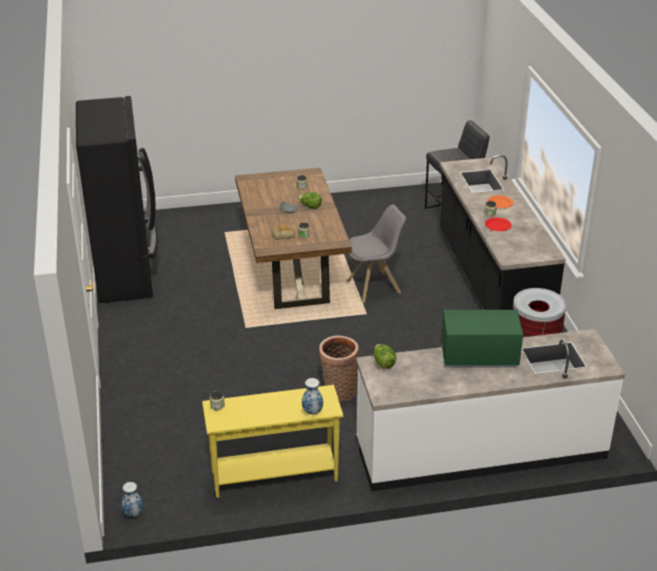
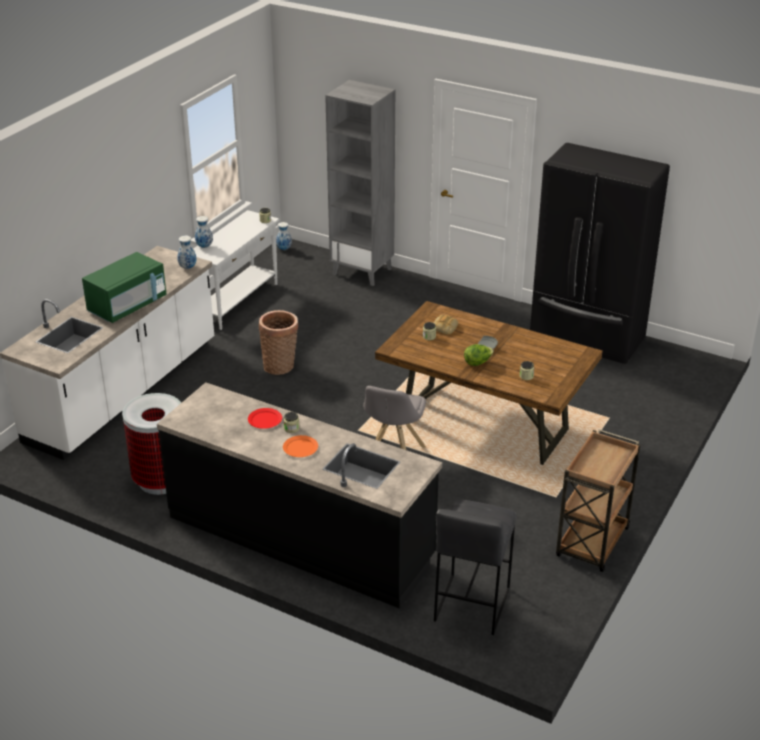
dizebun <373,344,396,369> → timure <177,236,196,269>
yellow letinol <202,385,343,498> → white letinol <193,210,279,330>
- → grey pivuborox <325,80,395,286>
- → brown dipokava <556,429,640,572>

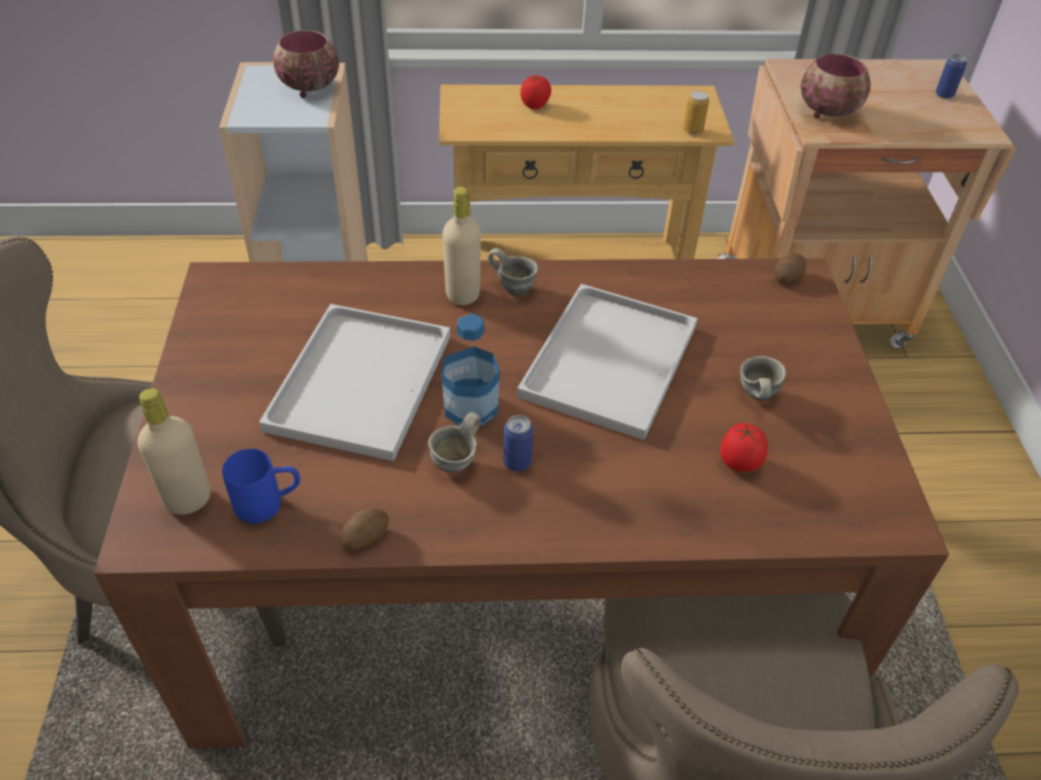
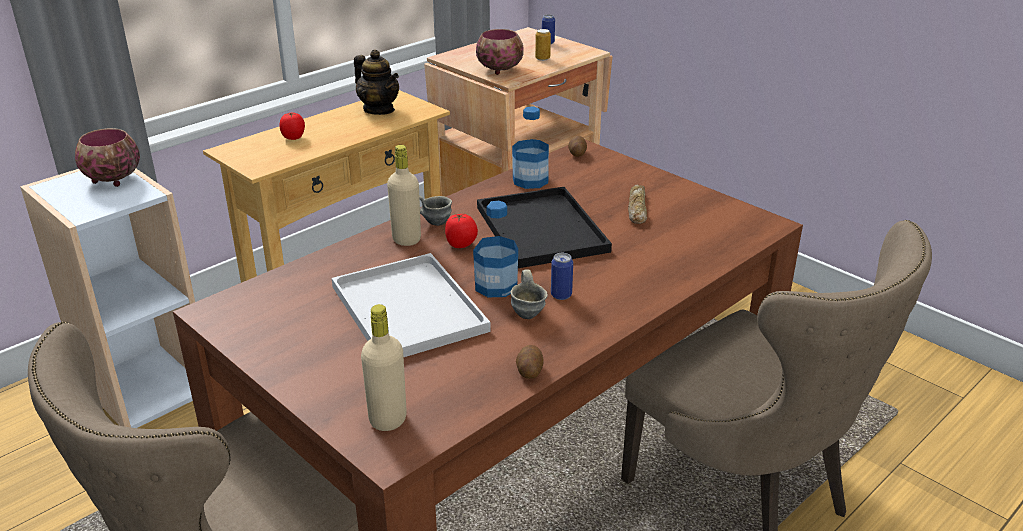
- → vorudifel <354,49,399,115>
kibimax <720,423,768,472> → kibimax <445,214,478,248>, shifted
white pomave <517,284,697,440> → black pomave <477,187,612,268>
- → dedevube <512,106,549,189>
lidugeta <683,91,709,135> → lidugeta <535,29,551,61>, shifted
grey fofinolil <740,356,786,400> → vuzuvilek <628,184,647,224>
blue fofinolil <222,449,300,524> → -

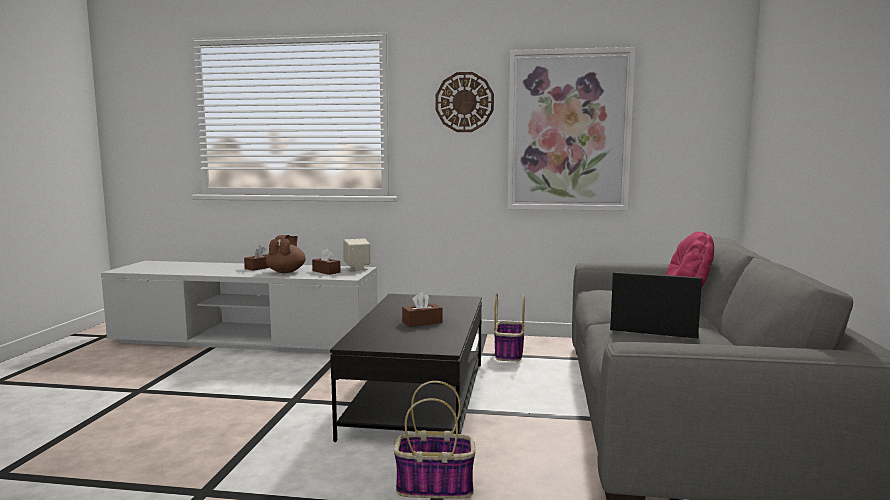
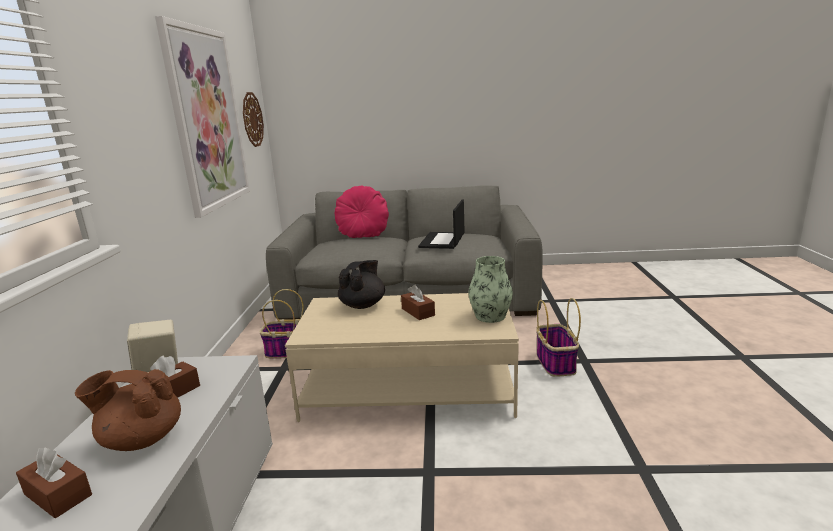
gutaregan <436,72,494,132> → gutaregan <243,92,264,147>, shifted
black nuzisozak <330,294,482,442> → beige nuzisozak <285,293,519,422>
- → black vorudifel <338,260,385,309>
- → timure <468,256,513,323>

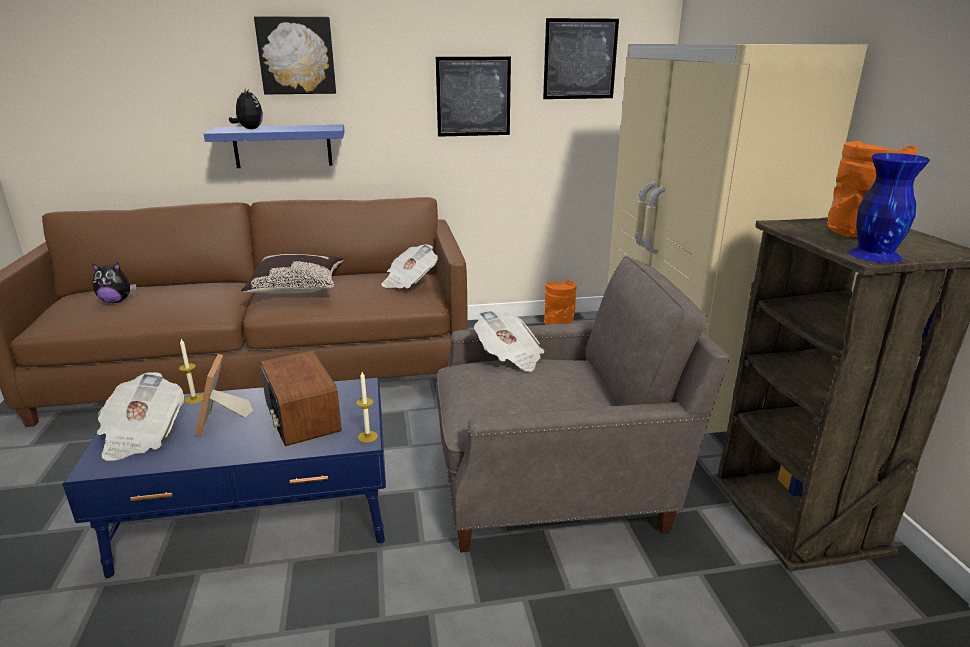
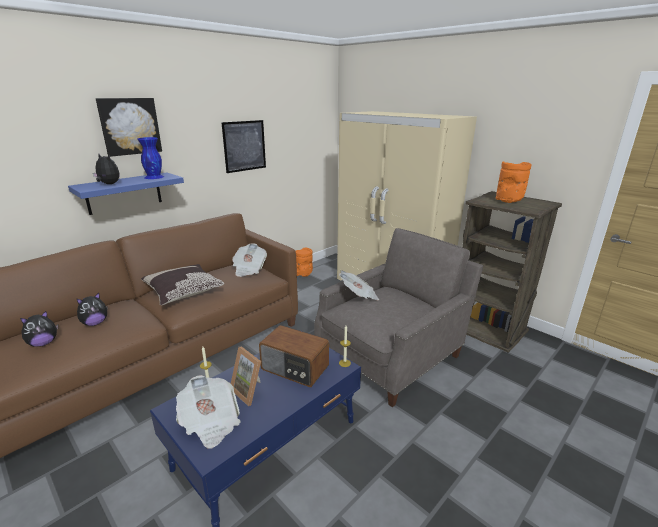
- → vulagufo <77,293,108,326>
blue timure <848,153,930,263> → blue timure <137,137,164,179>, shifted
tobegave <543,18,619,99> → -

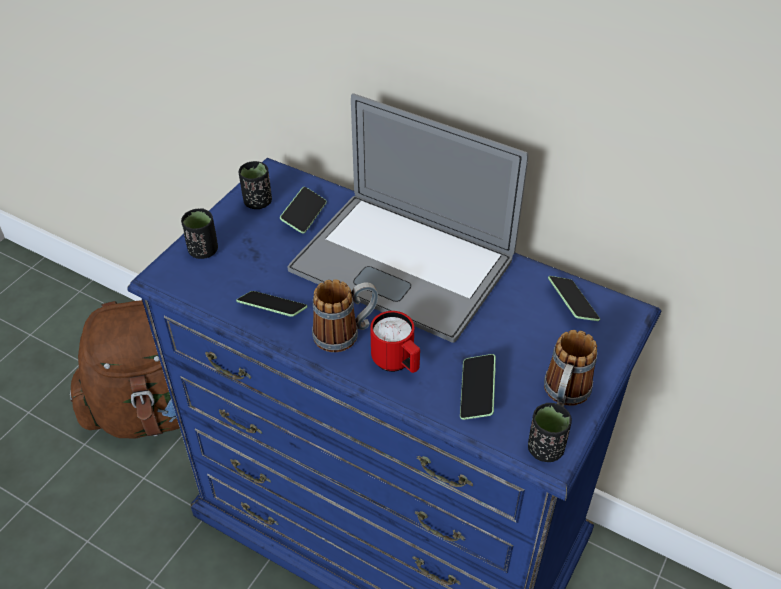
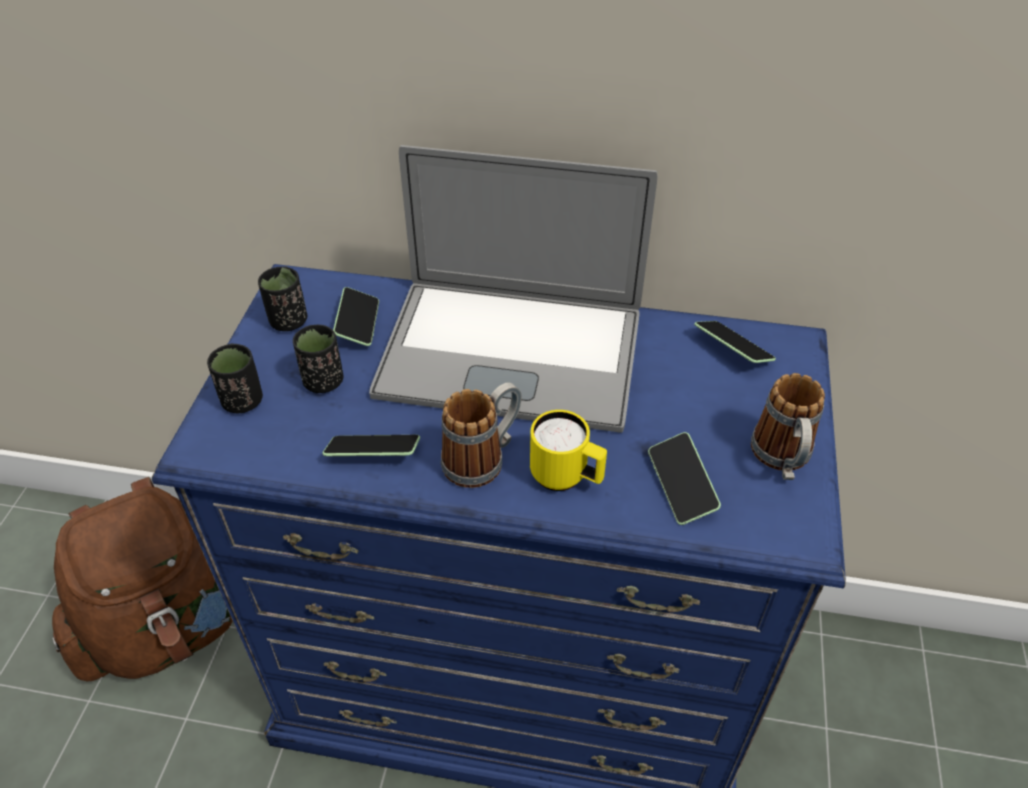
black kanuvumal <528,403,572,462> → black kanuvumal <293,325,343,393>, shifted
red fofinolil <370,311,420,373> → yellow fofinolil <530,410,607,491>

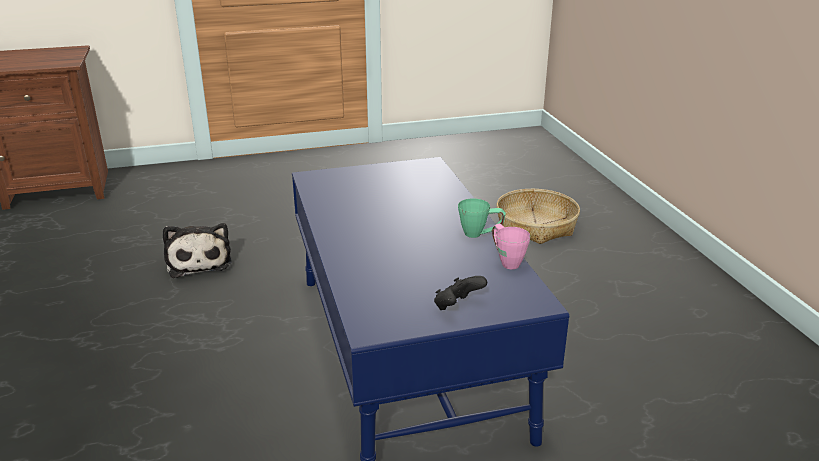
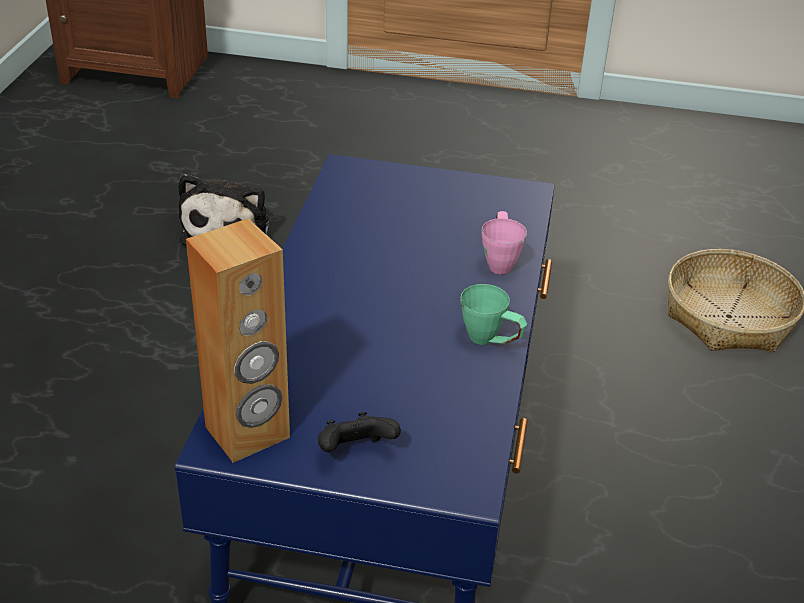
- → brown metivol <186,218,290,463>
pink fofinolil <492,224,530,269> → pink fofinolil <481,211,527,275>, shifted

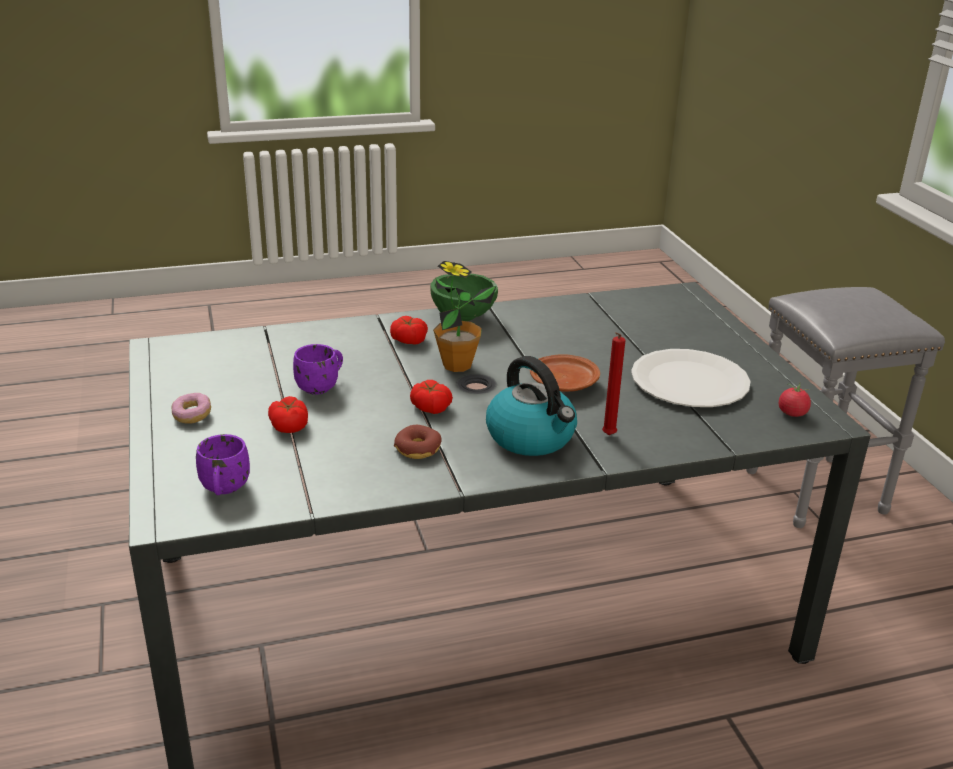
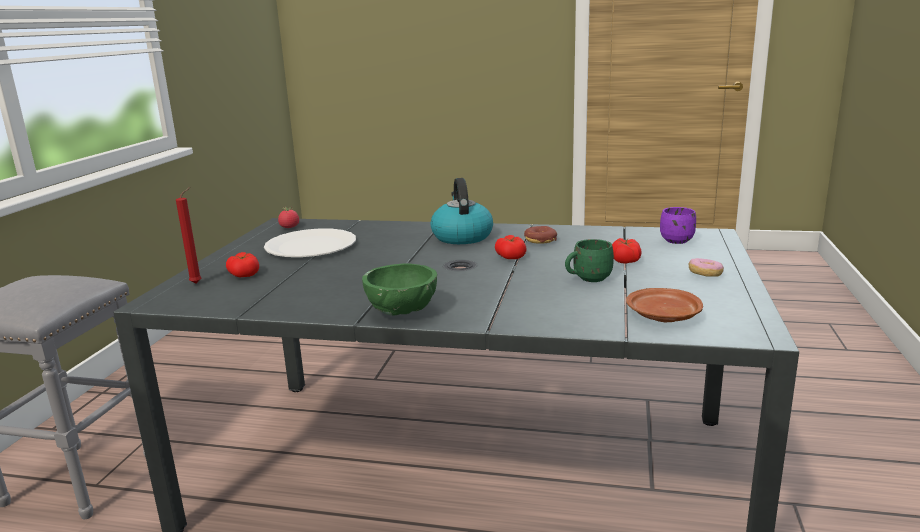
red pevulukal <602,332,625,435> → red pevulukal <176,187,202,284>, shifted
kibimax <390,316,428,345> → kibimax <226,252,259,277>, shifted
purple fofinolil <293,344,343,395> → green fofinolil <565,239,614,282>
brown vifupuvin <530,354,600,392> → brown vifupuvin <626,288,703,323>, shifted
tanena <433,261,497,372> → -

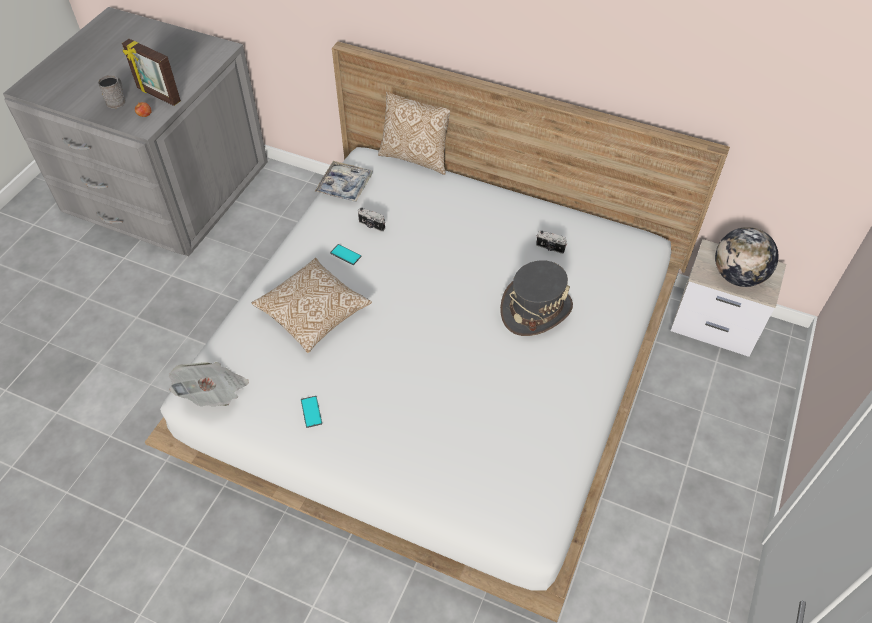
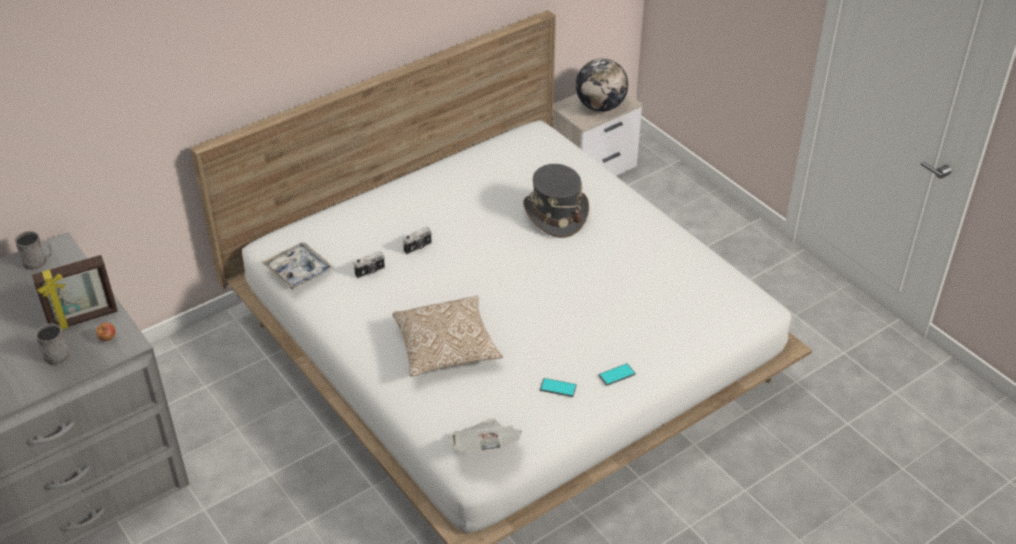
- → grey fofinolil <14,231,52,270>
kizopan <536,230,567,254> → kizopan <403,226,432,255>, shifted
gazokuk <330,244,362,265> → gazokuk <599,363,636,386>, shifted
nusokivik <378,91,450,175> → -

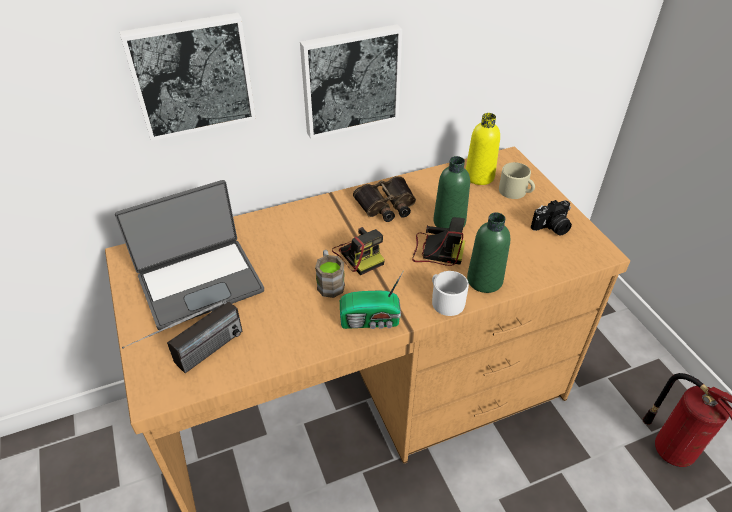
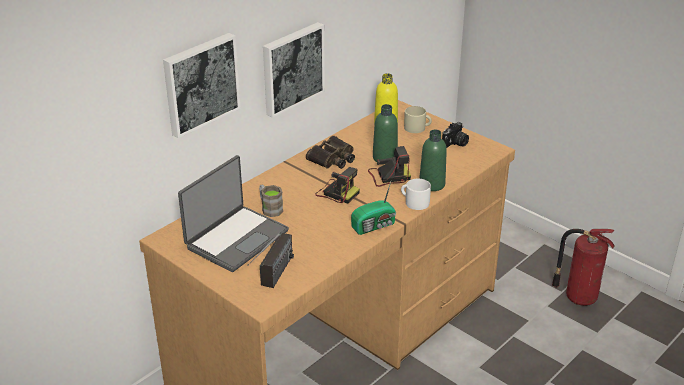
brown fofinolil <315,250,345,298> → brown fofinolil <259,185,283,217>, shifted

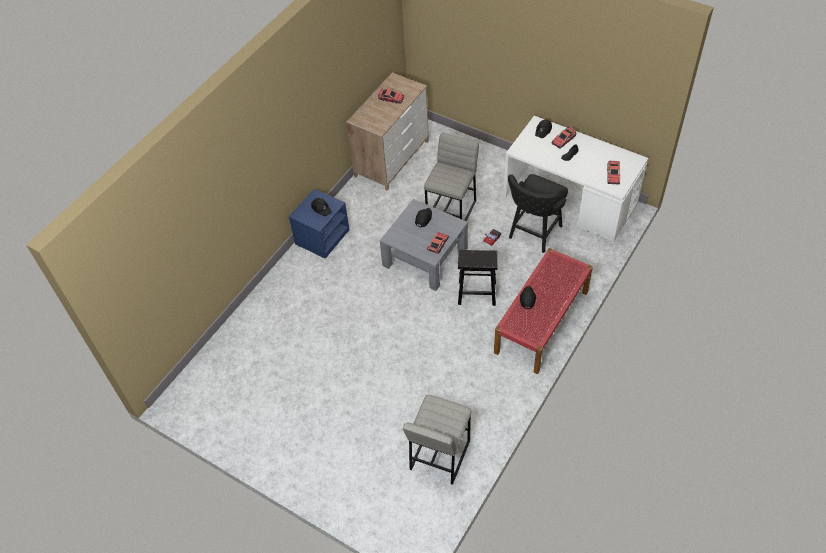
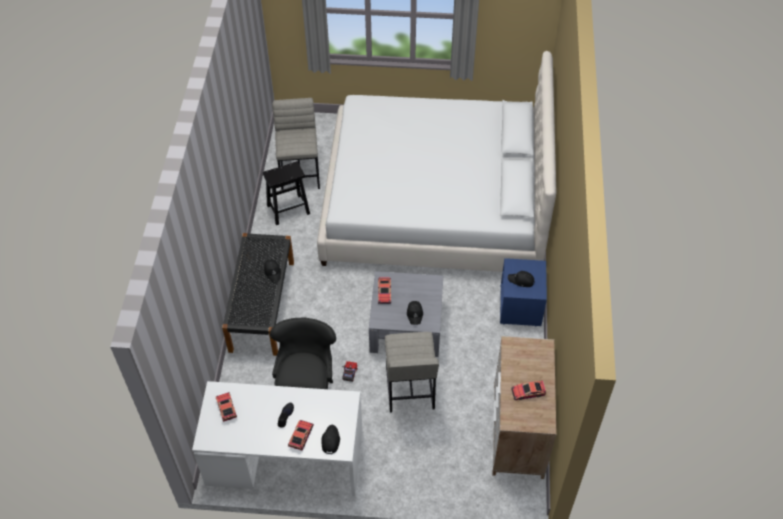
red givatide <494,248,593,375> → black givatide <222,233,294,356>
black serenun <458,250,498,306> → black serenun <263,161,310,225>, shifted
- → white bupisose <317,51,556,272>

